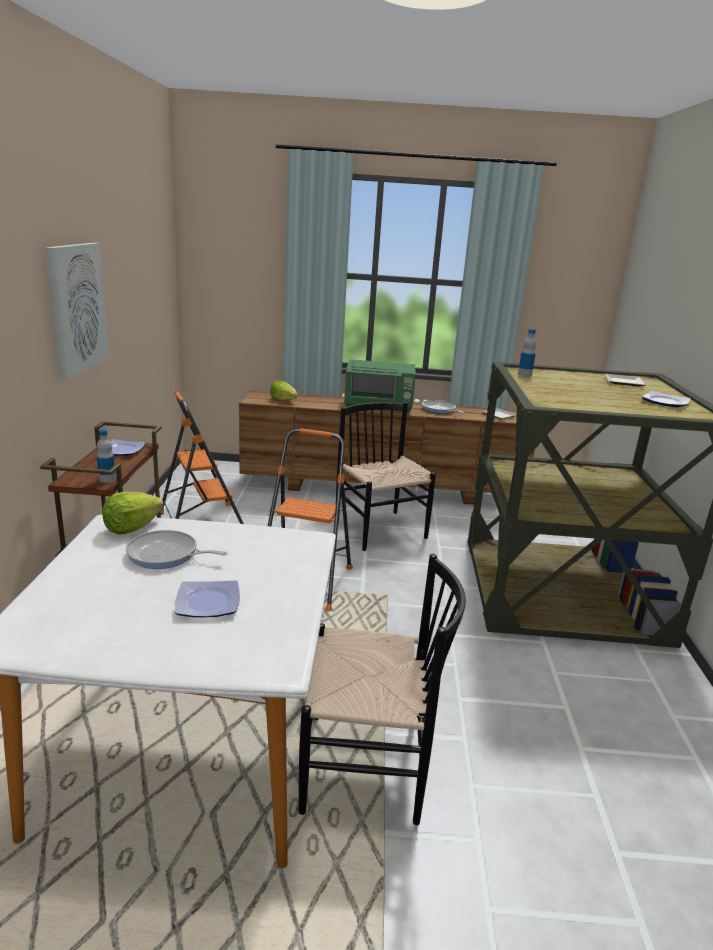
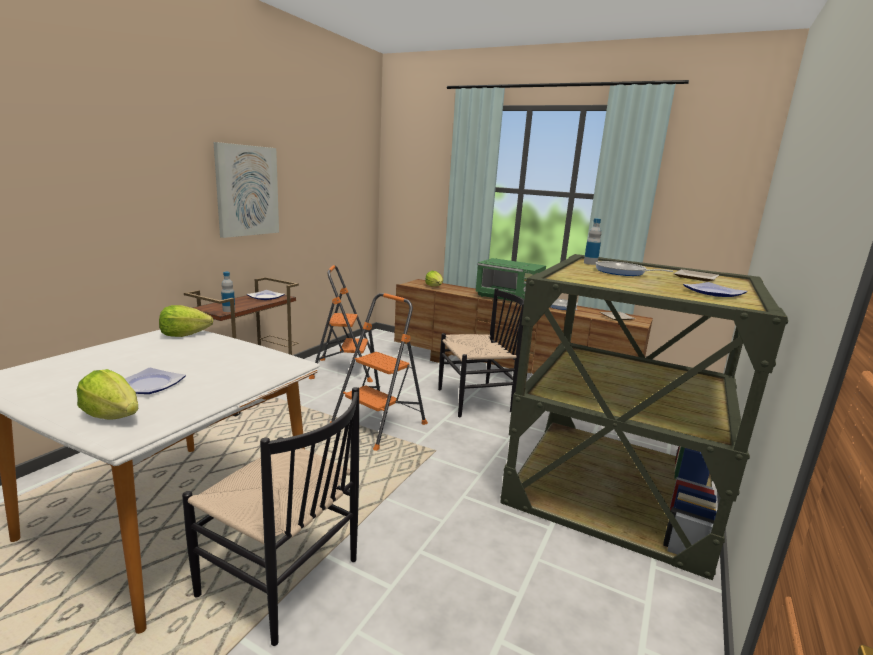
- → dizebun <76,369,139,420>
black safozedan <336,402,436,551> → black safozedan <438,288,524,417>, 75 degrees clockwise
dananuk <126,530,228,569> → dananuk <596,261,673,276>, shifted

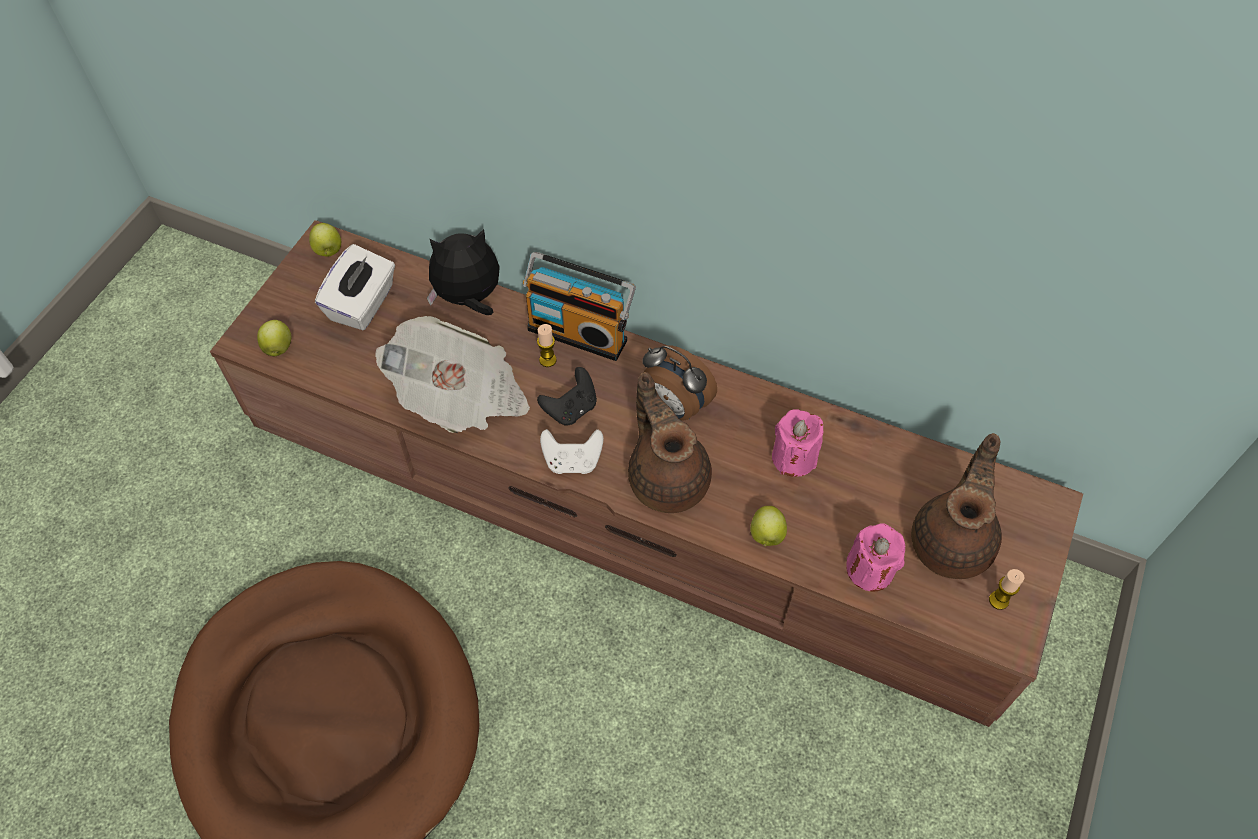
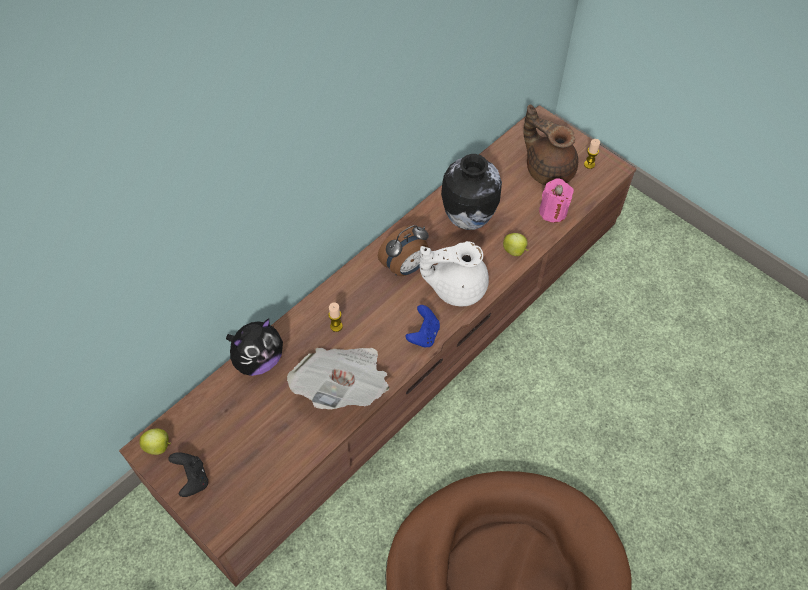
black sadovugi <537,367,597,426> → black sadovugi <168,452,208,497>, shifted
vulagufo <427,229,500,315> → vulagufo <226,319,283,376>, 135 degrees counterclockwise
white sadovugi <540,429,603,474> → blue sadovugi <405,305,440,347>
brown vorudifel <628,372,712,513> → white vorudifel <419,241,489,306>
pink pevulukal <772,409,823,477> → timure <441,154,502,230>
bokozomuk <257,320,291,356> → -
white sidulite <315,244,395,330> → -
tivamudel <523,252,636,361> → -

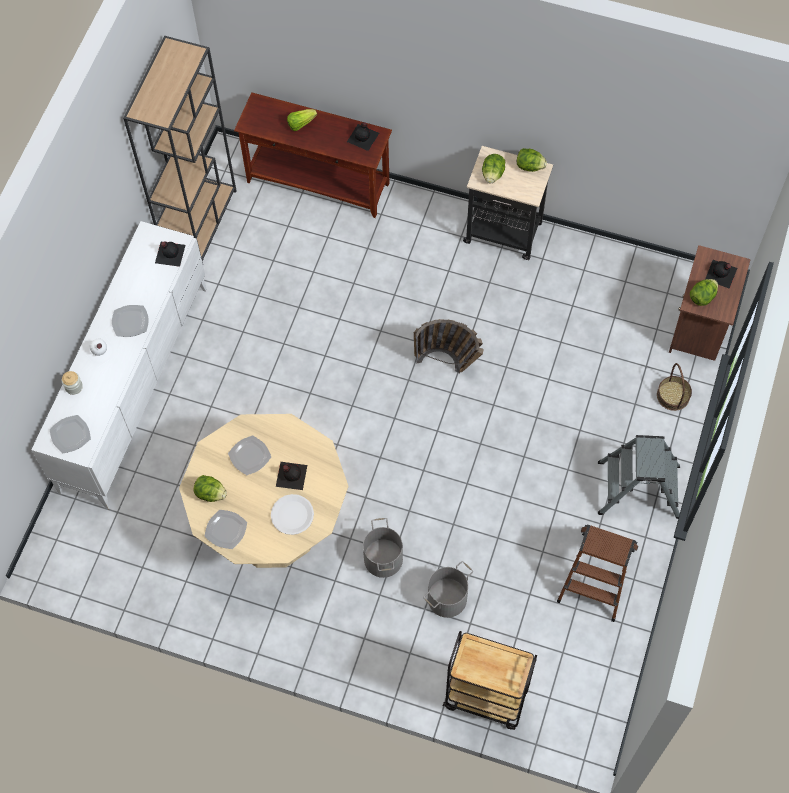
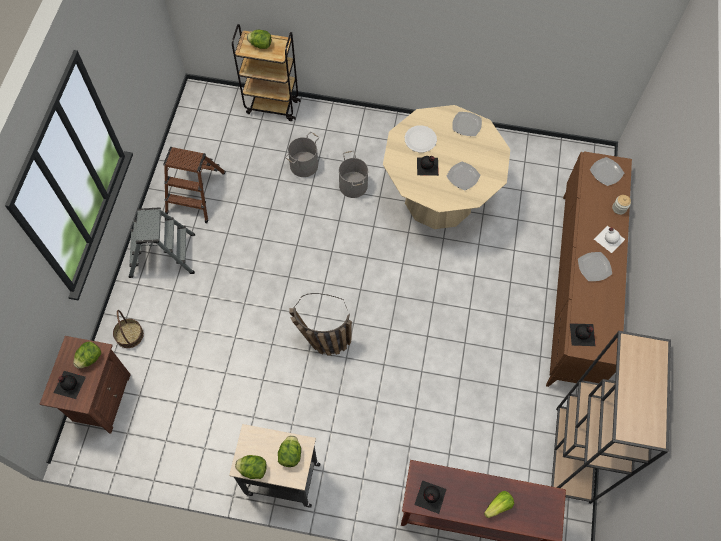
dizebun <193,475,227,502> → dizebun <247,30,271,49>, shifted
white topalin <31,221,206,509> → brown topalin <546,151,632,387>

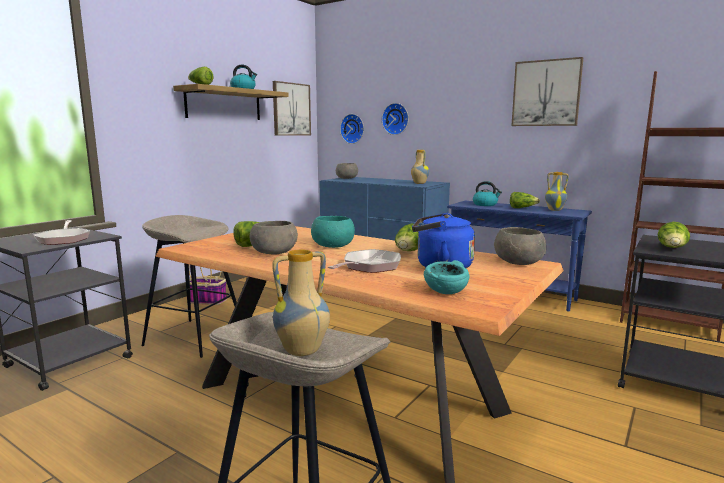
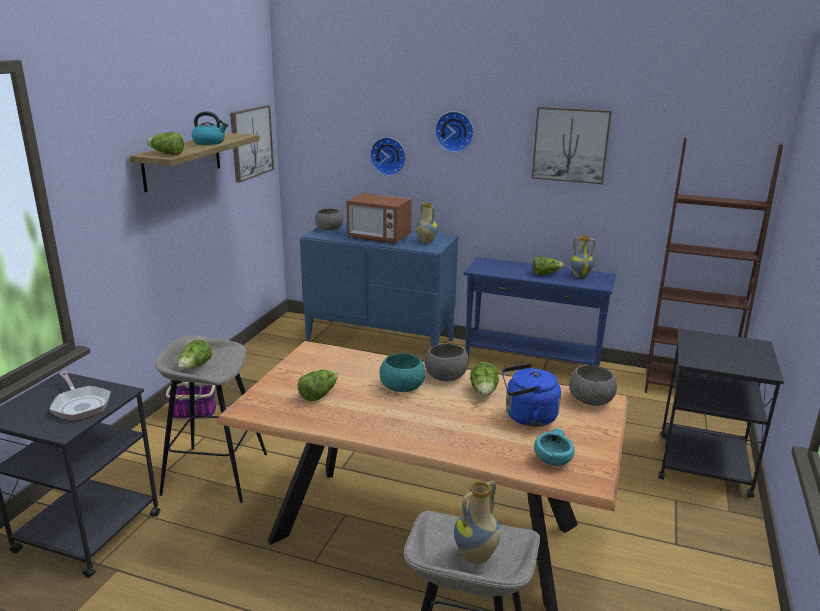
dizebun <658,222,690,248> → dizebun <178,339,212,370>, shifted
- → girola <346,193,412,243>
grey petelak <250,221,298,255> → grey petelak <425,344,469,381>, shifted
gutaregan <340,114,364,144> → gutaregan <435,111,474,152>, shifted
dananuk <328,249,401,273> → -
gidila <473,181,502,206> → -

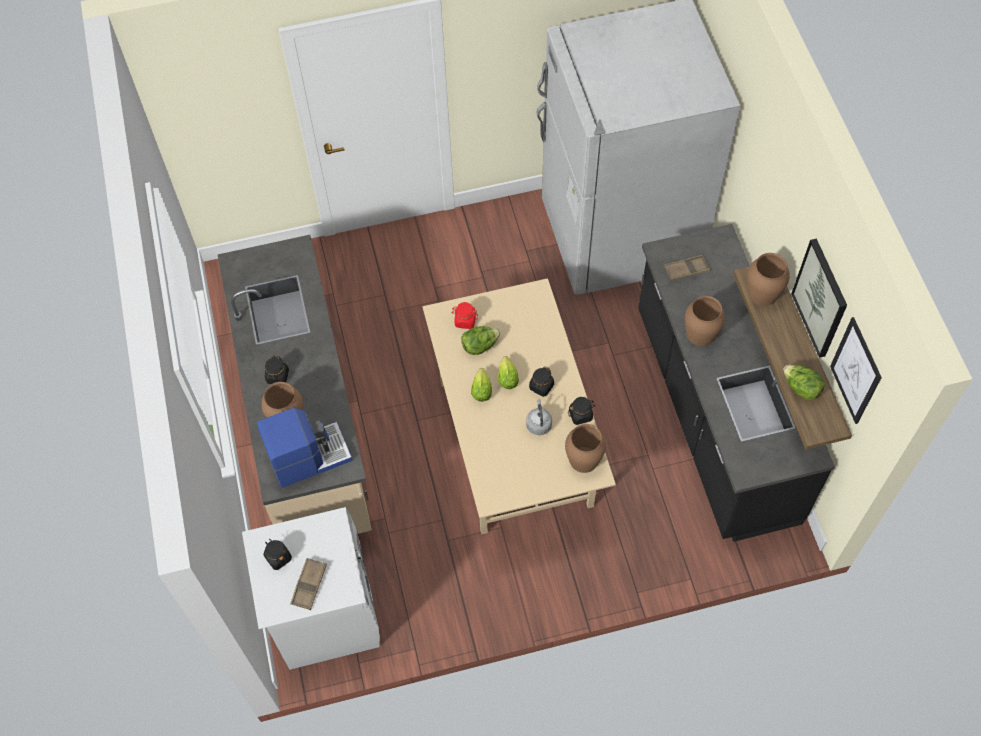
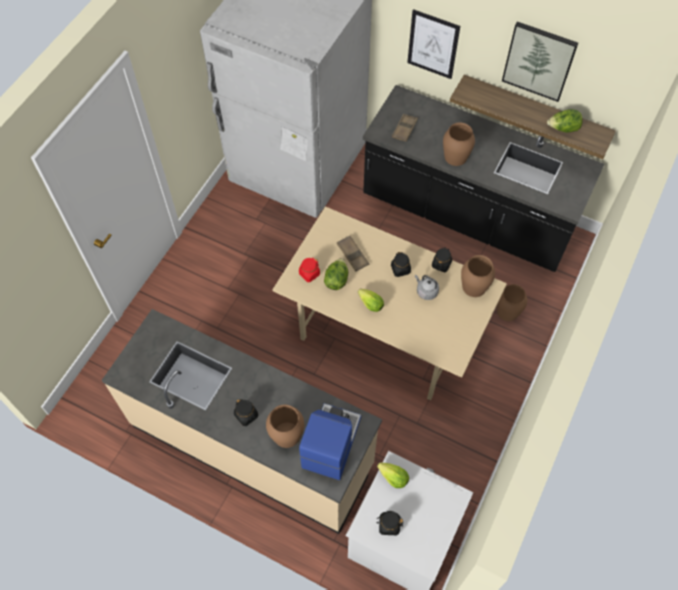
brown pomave <290,558,327,610> → brown pomave <337,236,369,272>, shifted
dizebun <498,356,519,389> → dizebun <377,462,409,488>, shifted
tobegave <830,317,882,424> → tobegave <407,9,460,79>, shifted
brown timure <747,253,790,306> → brown timure <497,284,527,321>, shifted

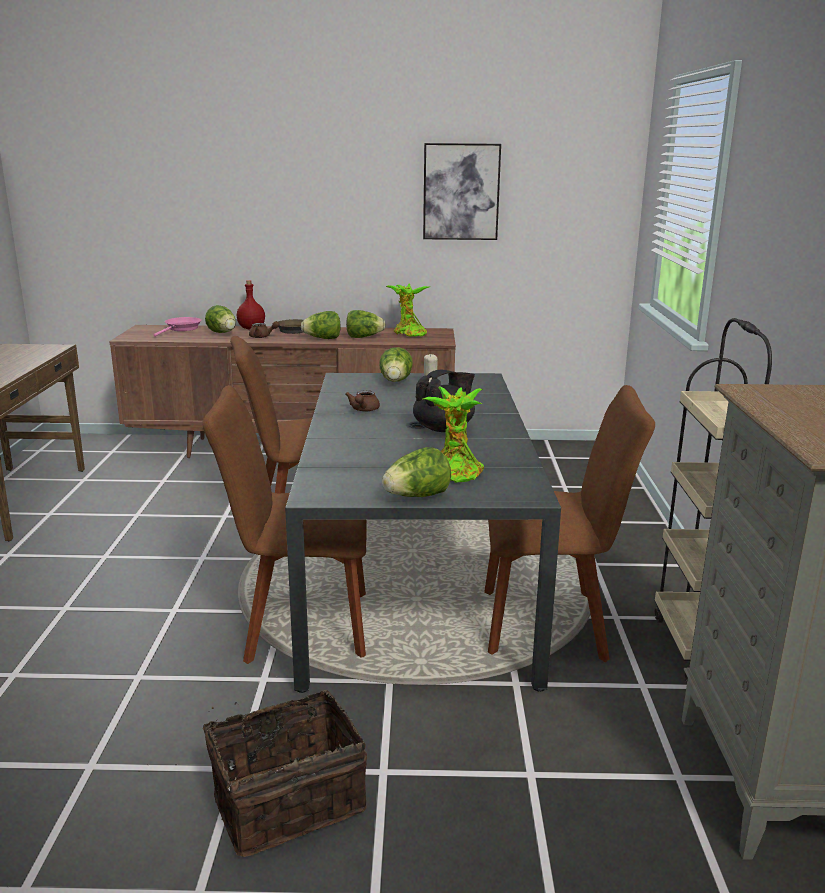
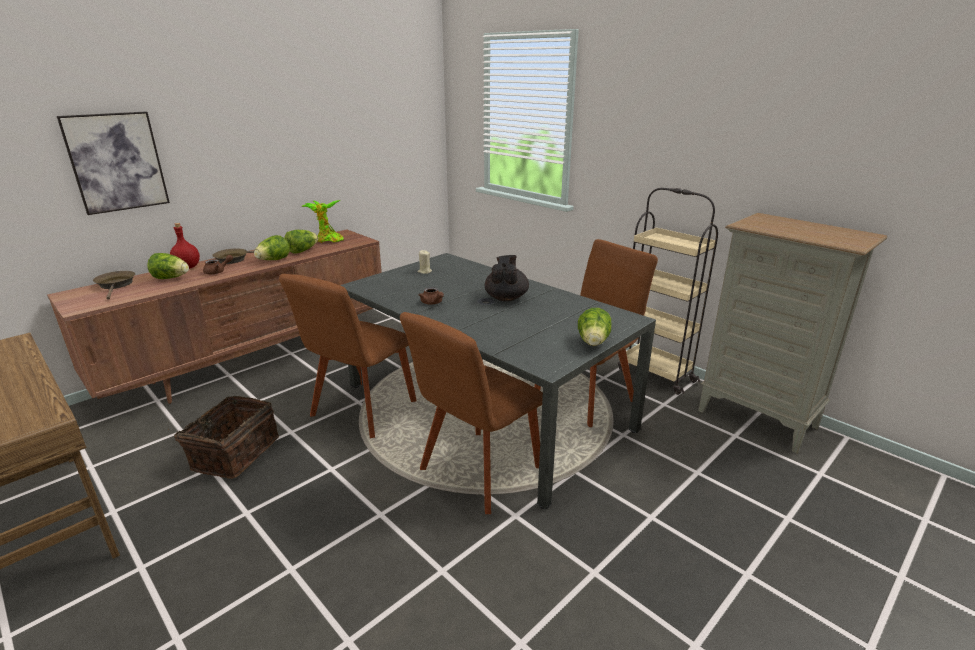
tobegave <423,143,501,240> → tobegave <57,112,170,215>, shifted
pink dananuk <153,317,202,337> → brown dananuk <93,271,135,300>
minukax <203,690,367,857> → minukax <168,396,279,479>, shifted
dizebun <379,347,413,382> → -
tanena <424,386,484,483> → -

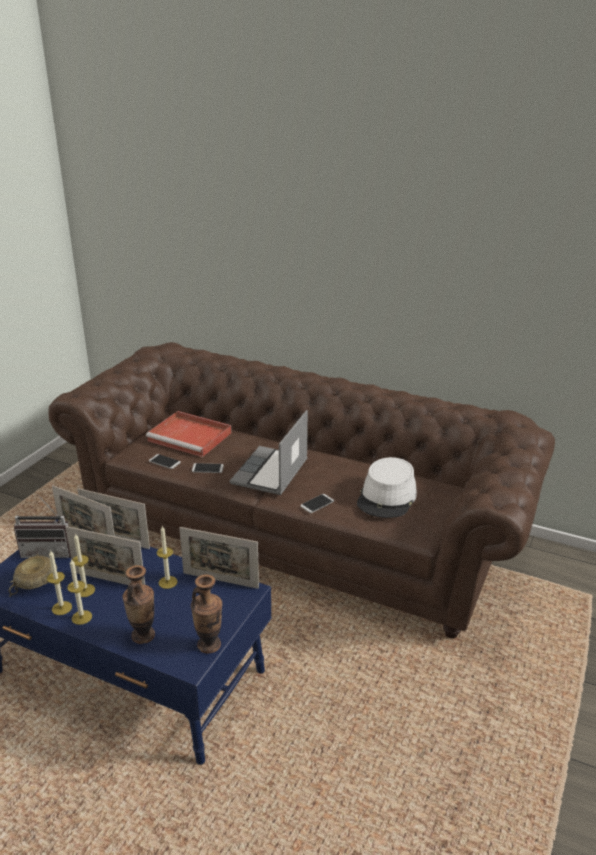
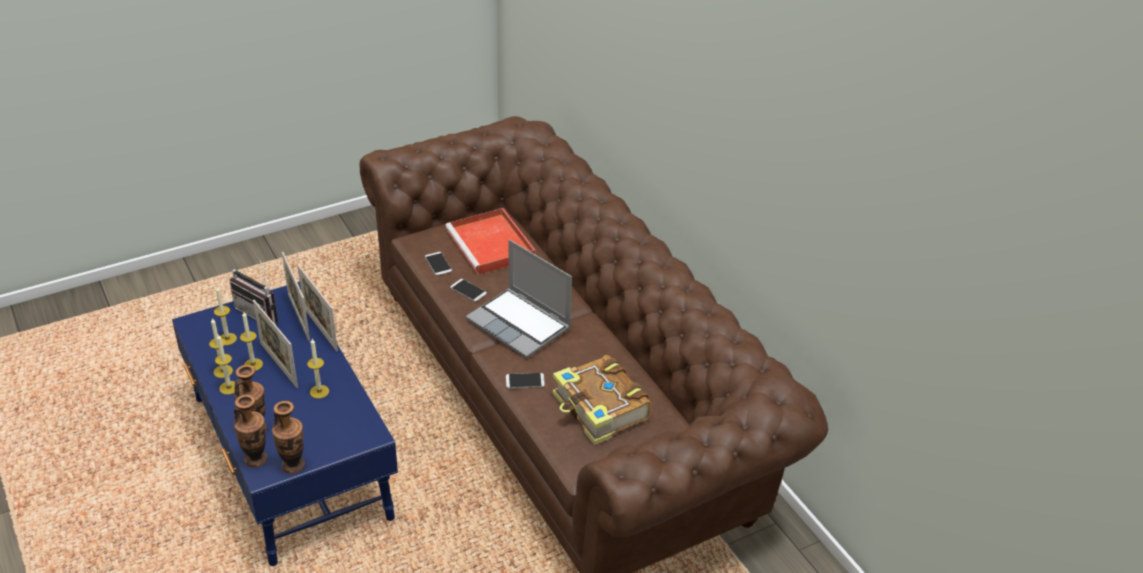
beige petelak <9,553,62,597> → pevulukal <214,287,237,345>
- → timure <233,394,268,468>
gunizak <230,410,308,495> → gunizak <466,240,572,359>, 105 degrees counterclockwise
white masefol <357,457,417,518> → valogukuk <553,355,651,445>
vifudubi <179,527,259,589> → -

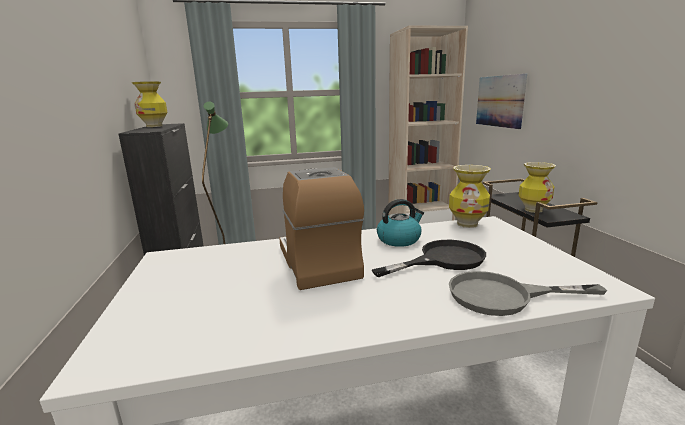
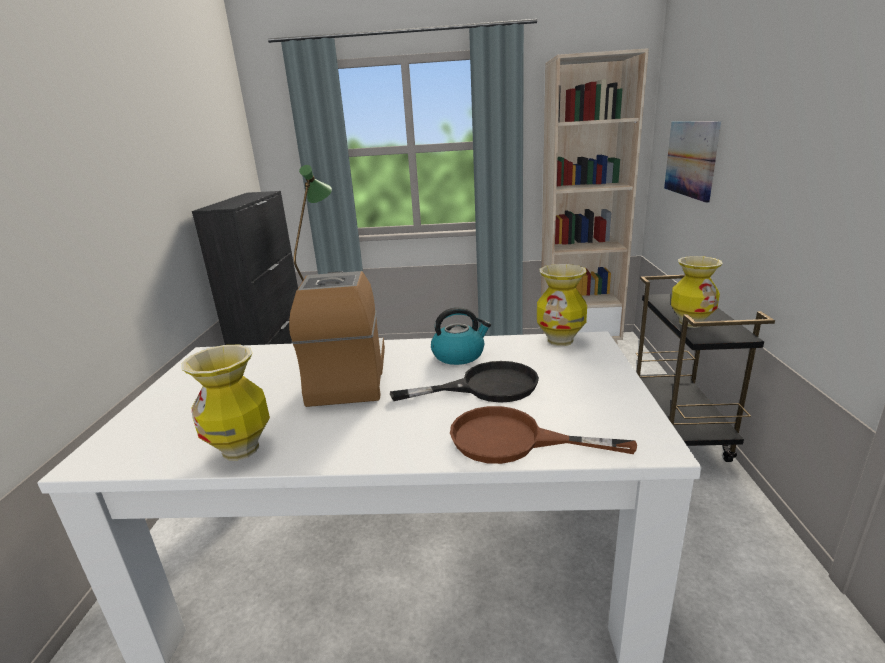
timure <132,81,168,127> → timure <182,344,270,461>, shifted
grey dananuk <449,271,607,316> → brown dananuk <450,406,637,464>

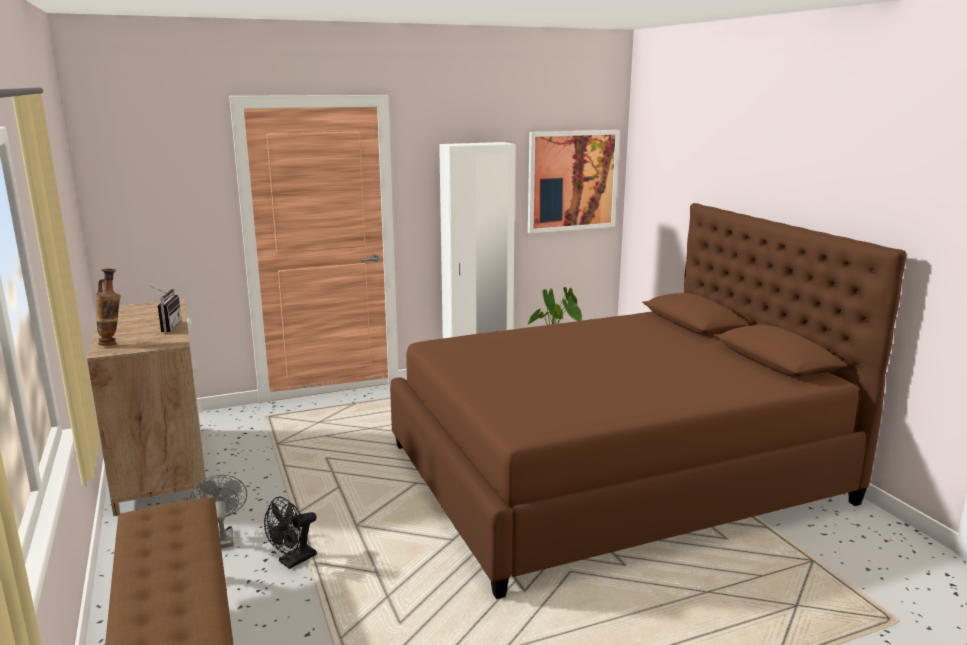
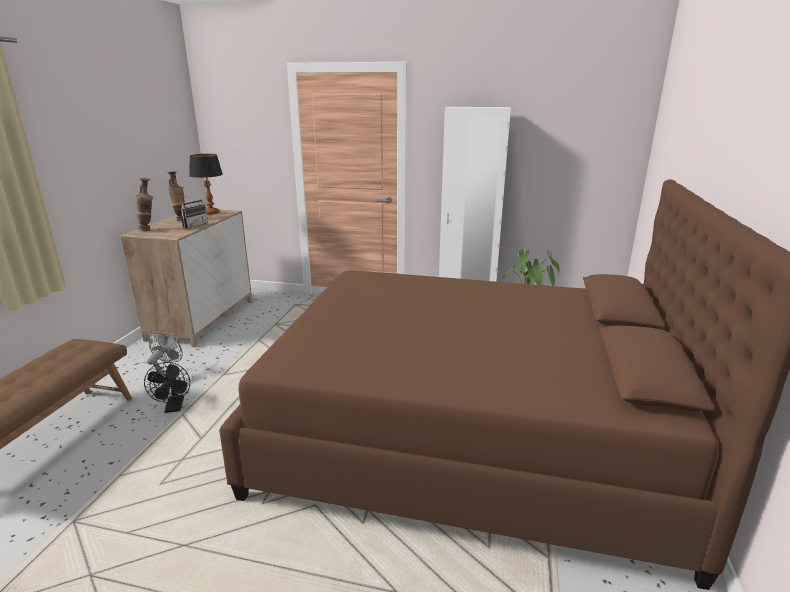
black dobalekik <264,497,317,569> → black dobalekik <144,362,190,413>, 90 degrees counterclockwise
- → timure <167,171,185,221>
- → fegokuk <189,154,223,215>
tobegave <528,130,620,233> → -

